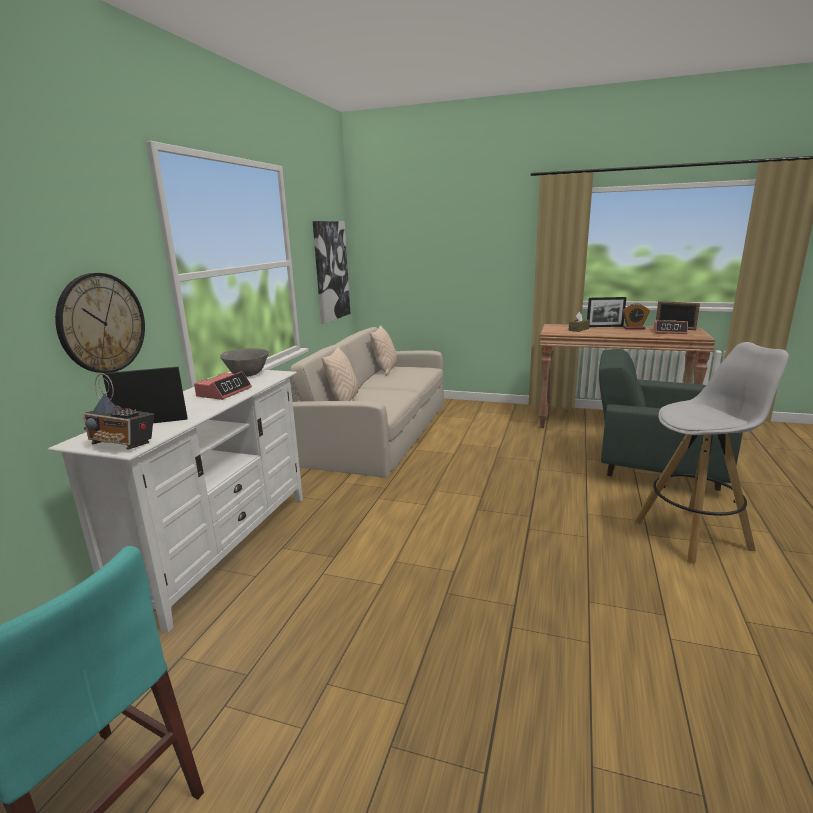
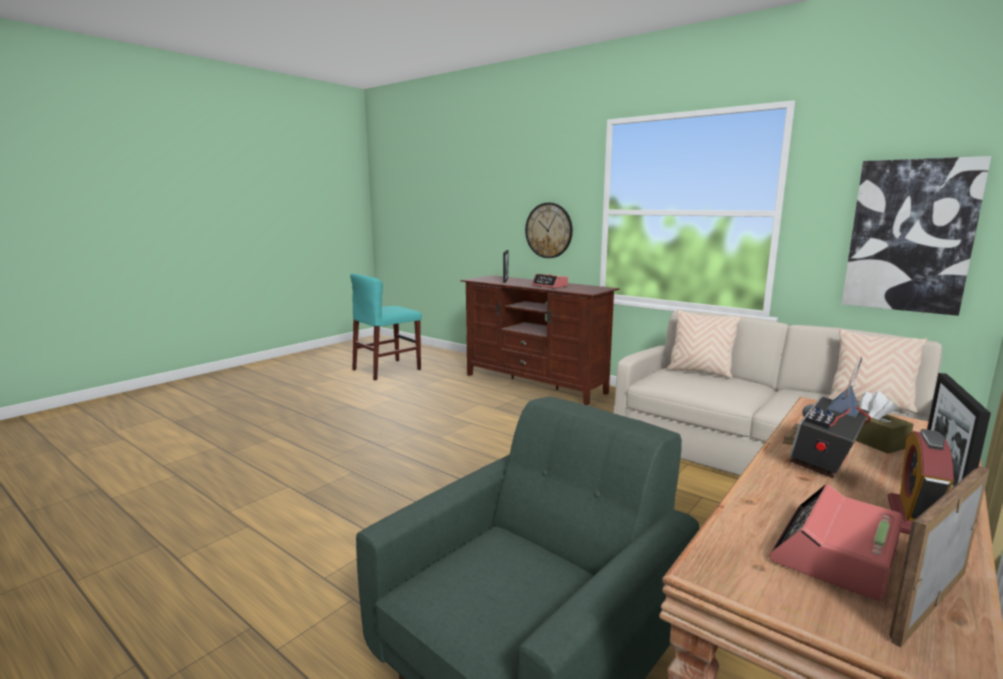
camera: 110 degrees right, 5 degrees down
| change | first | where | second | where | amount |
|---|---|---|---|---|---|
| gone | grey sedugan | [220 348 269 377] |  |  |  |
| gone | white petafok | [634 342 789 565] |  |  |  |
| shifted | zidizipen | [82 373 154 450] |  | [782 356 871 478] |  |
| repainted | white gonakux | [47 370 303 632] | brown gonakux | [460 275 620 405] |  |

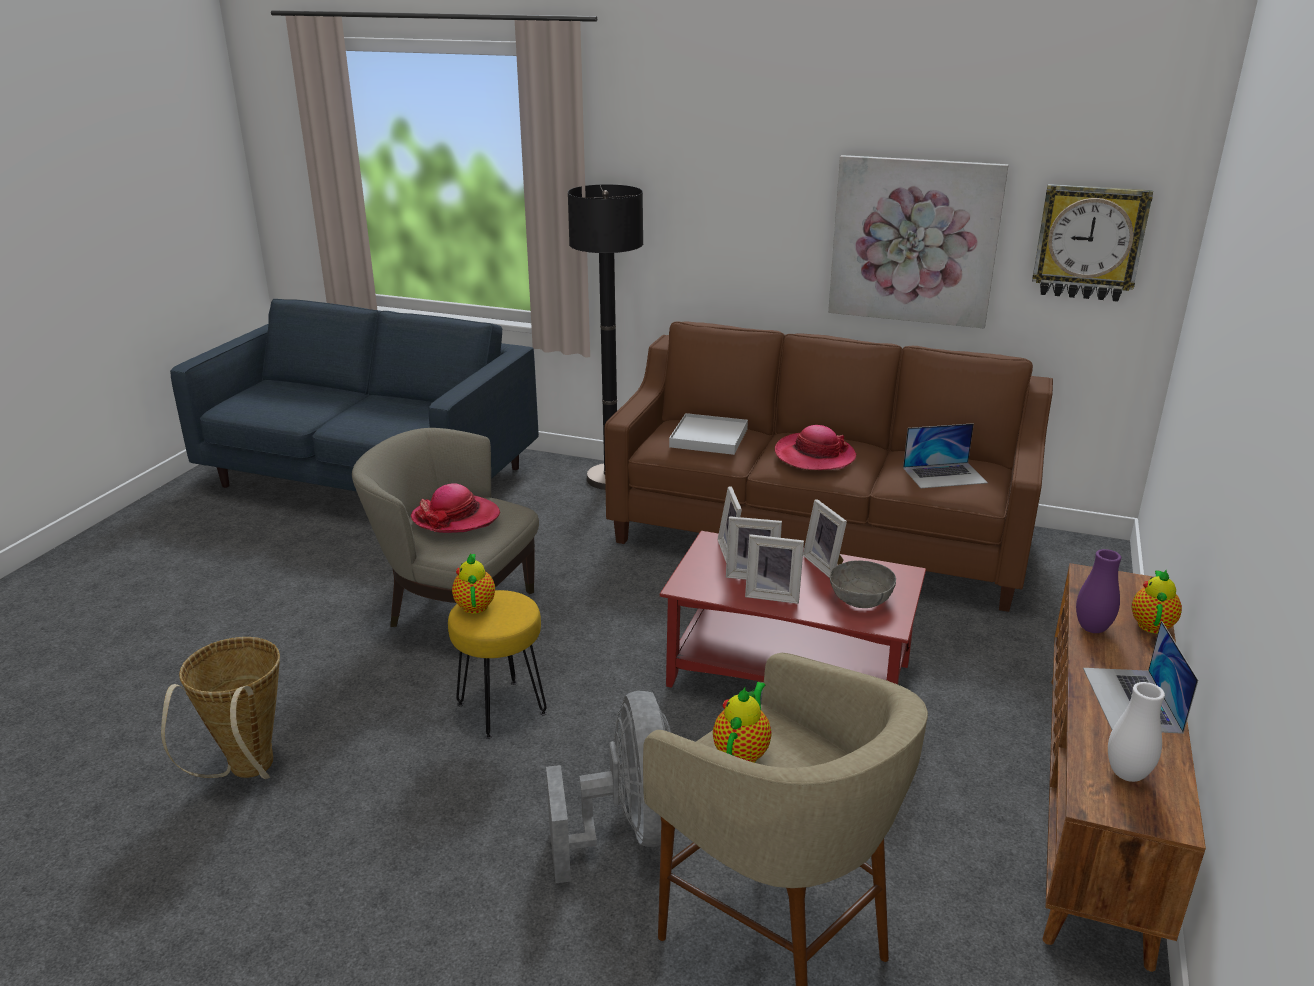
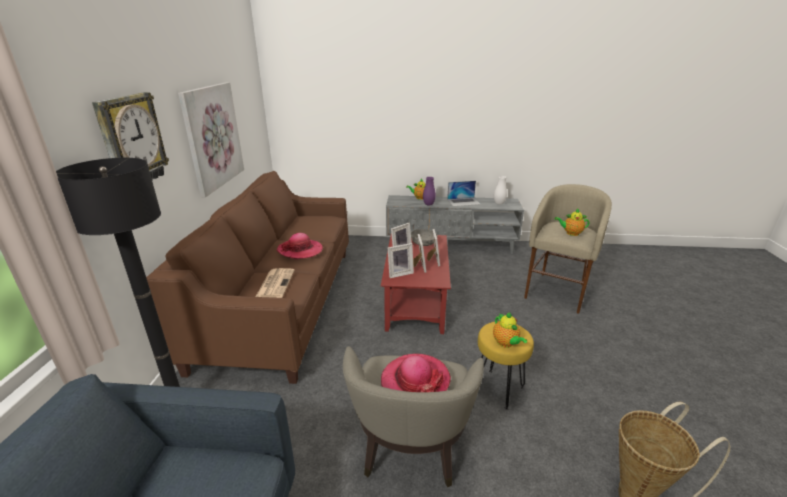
camera: 105 degrees left, 0 degrees up
| change | first | where | second | where | amount |
|---|---|---|---|---|---|
| gone | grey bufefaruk | [546 691 671 883] |  |  |  |
| gone | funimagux | [903 423 988 488] |  |  |  |
| shifted | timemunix | [1032 184 1153 302] |  | [92 92 169 179] |  |
| swapped | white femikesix | [669 413 748 455] | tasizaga | [256 268 294 298] |  |
| repainted | brown gonakux | [1043 563 1206 972] | grey gonakux | [386 195 524 254] |  |
| rotated | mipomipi | [452 554 495 614] |  | [493 313 527 348] | 90 degrees counterclockwise |

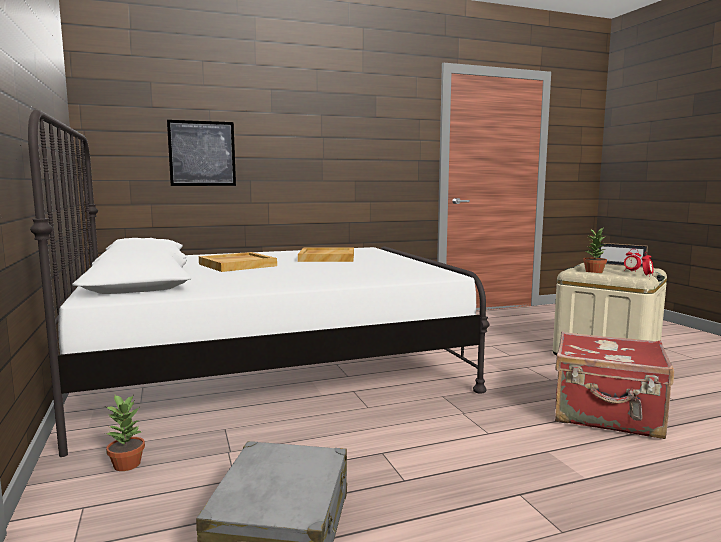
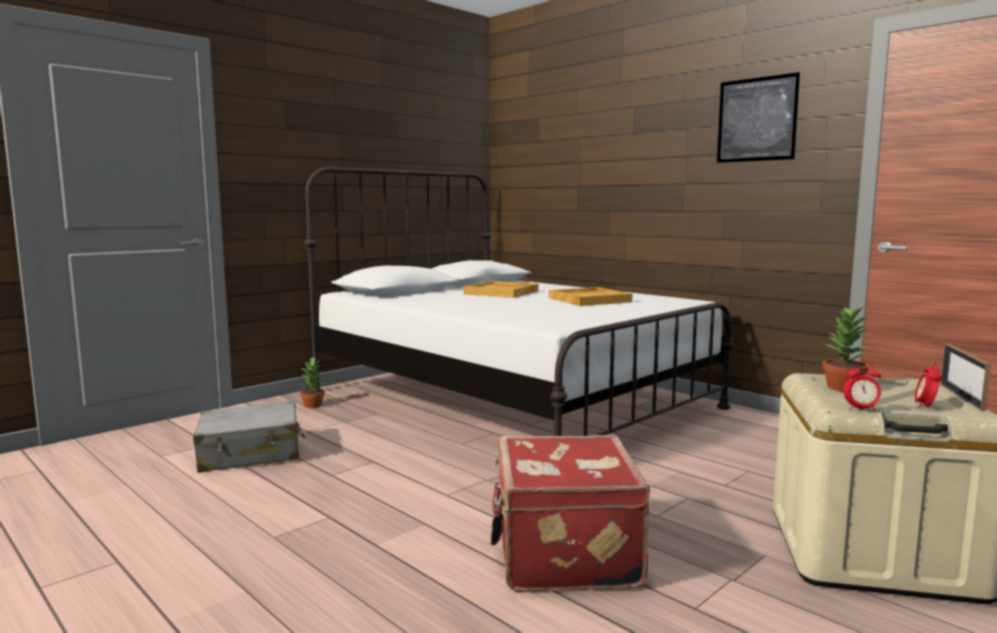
camera: 65 degrees right, 0 degrees up
| change | first | where | second | where | amount |
|---|---|---|---|---|---|
| shifted | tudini | [167 120 236 186] |  | [717 72 801 163] |  |

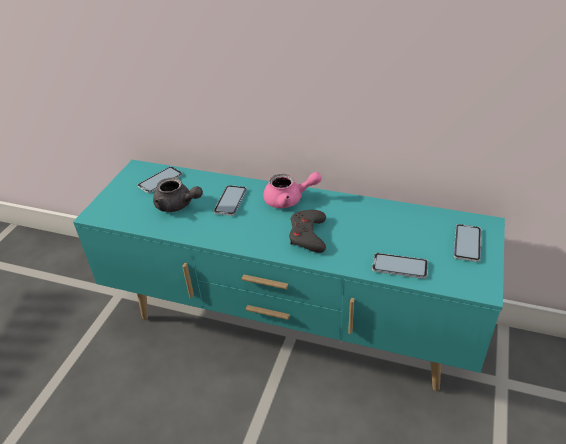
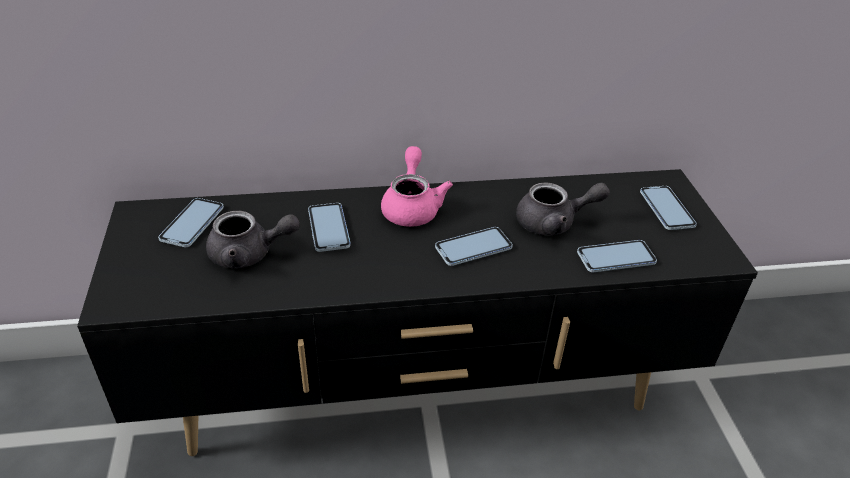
camera: 30 degrees left, 0 degrees up
| change | first | where | second | where | amount |
|---|---|---|---|---|---|
| new |  |  | grey mipomipi | [516 182 610 235] |  |
| swapped | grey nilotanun | [289 210 326 253] | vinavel | [435 227 513 266] |  |
| repainted | turquoise gonakux | [73 160 505 391] | black gonakux | [77 169 758 456] |  |
| rotated | pink mipomipi | [263 172 322 208] |  | [381 146 453 227] | 60 degrees counterclockwise |

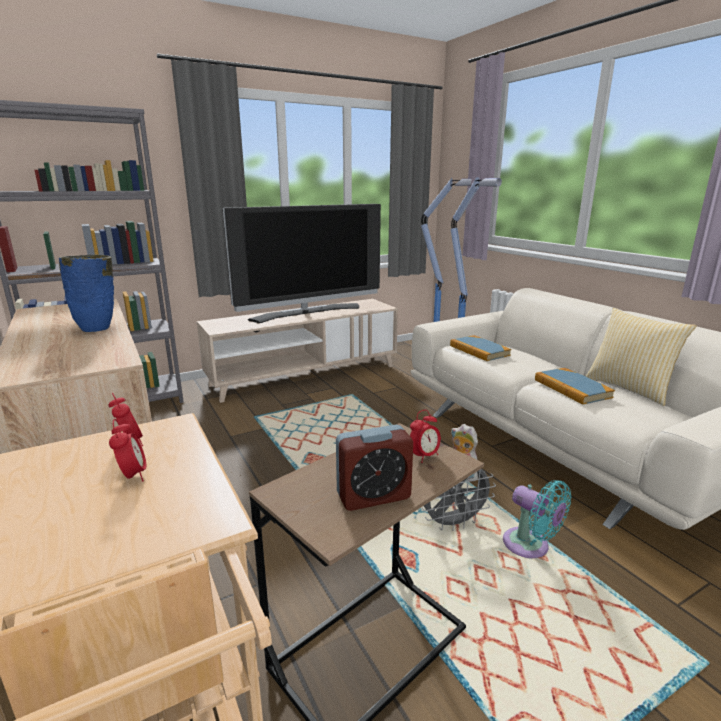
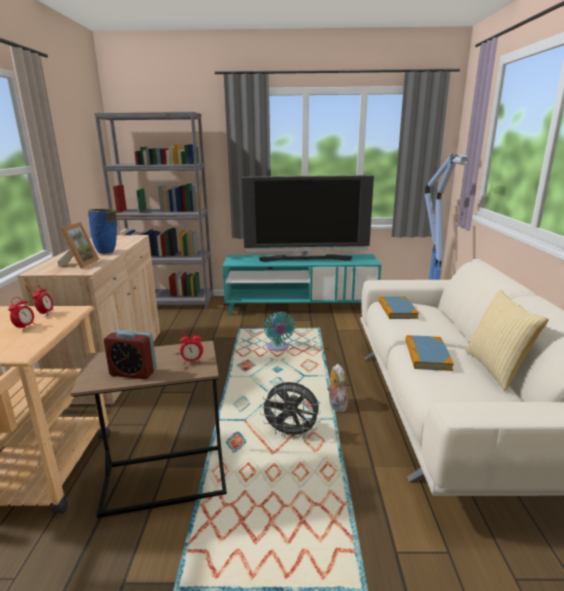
camera: 30 degrees right, 0 degrees up
| change | first | where | second | where | amount |
|---|---|---|---|---|---|
| new |  |  | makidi | [58 222 100 268] |  |
| shifted | turquoise bufefaruk | [503 480 571 558] |  | [264 312 295 351] |  |
| repainted | beige gonakux | [197 299 398 403] | turquoise gonakux | [222 254 381 315] |  |

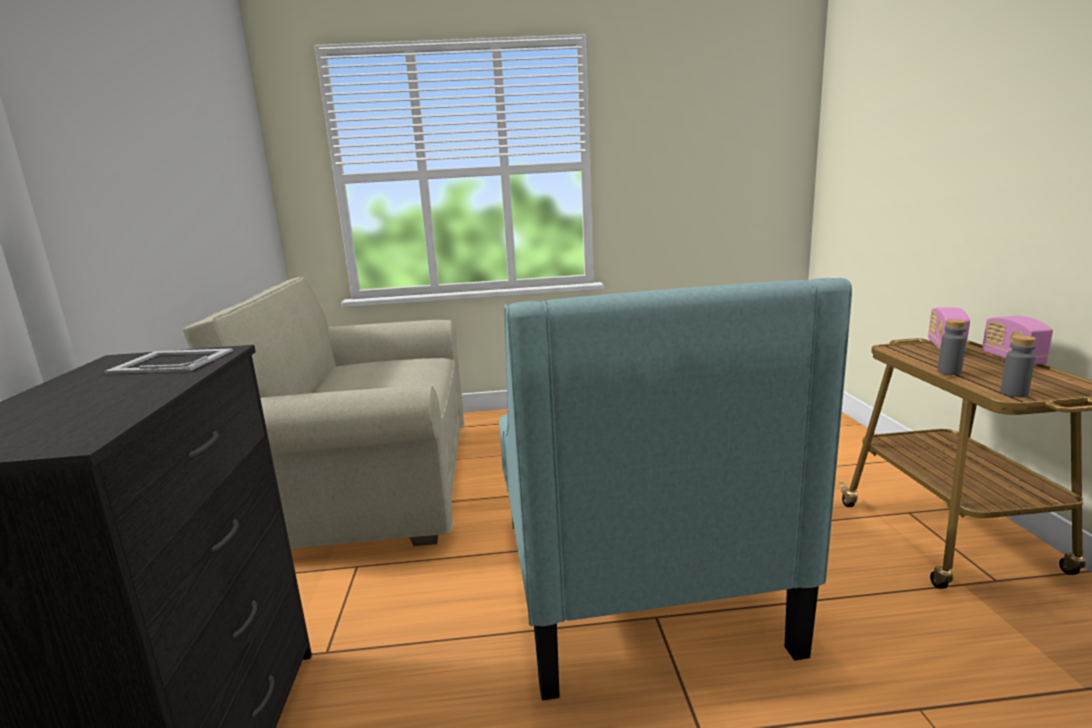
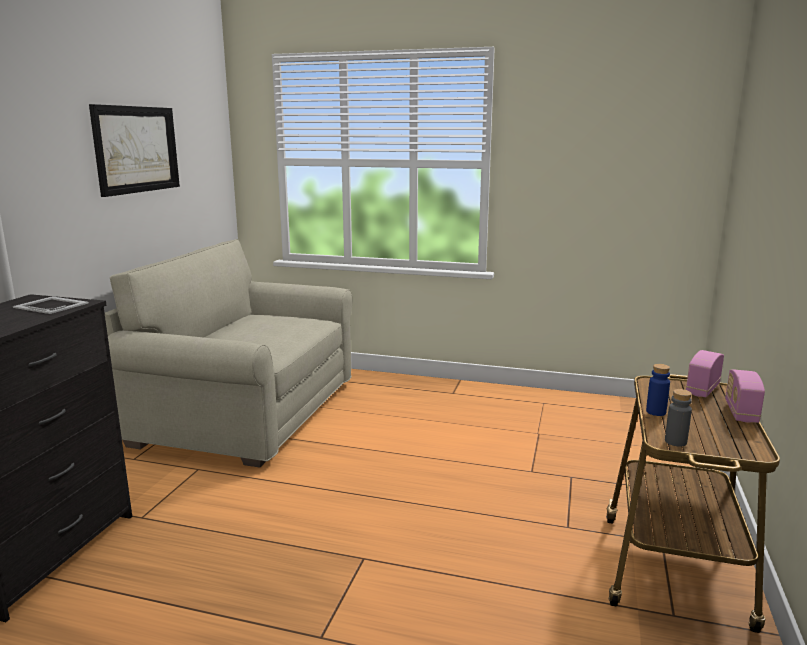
camera: 20 degrees right, 0 degrees up
| change | first | where | second | where | amount |
|---|---|---|---|---|---|
| gone | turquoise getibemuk | [499 278 852 701] |  |  |  |
| new |  |  | tudini | [89 104 180 197] |  |
| repainted | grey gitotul | [937 319 967 375] | blue gitotul | [646 364 670 416] |  |

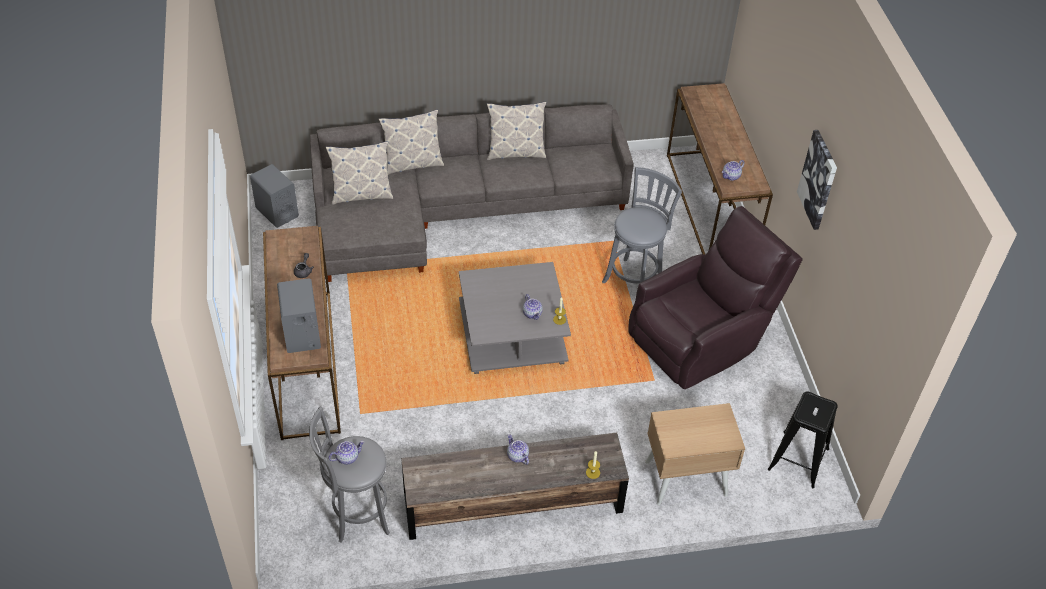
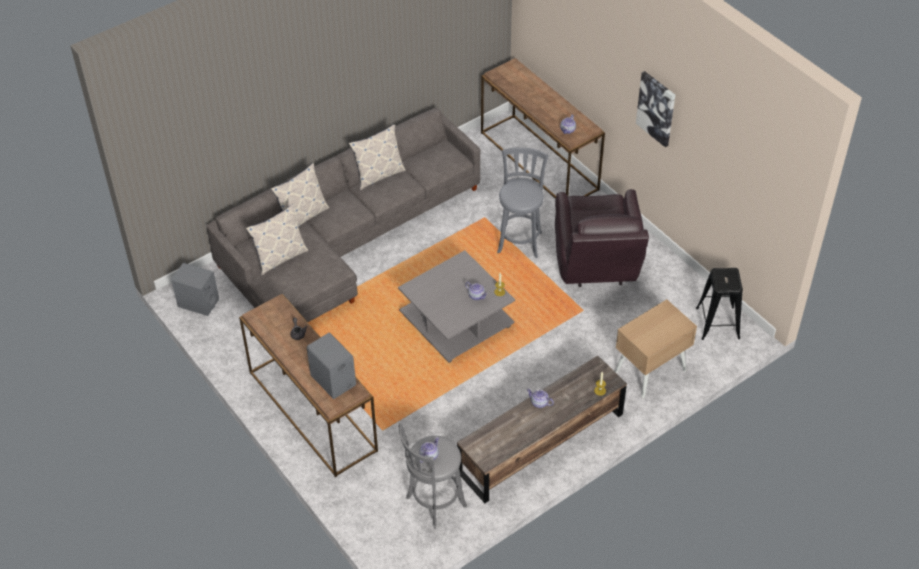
camera: 25 degrees left, 0 degrees up
| change | first | where | second | where | amount |
|---|---|---|---|---|---|
| rotated | brown getibemuk | [628 206 802 389] |  | [555 189 649 287] | 150 degrees clockwise |

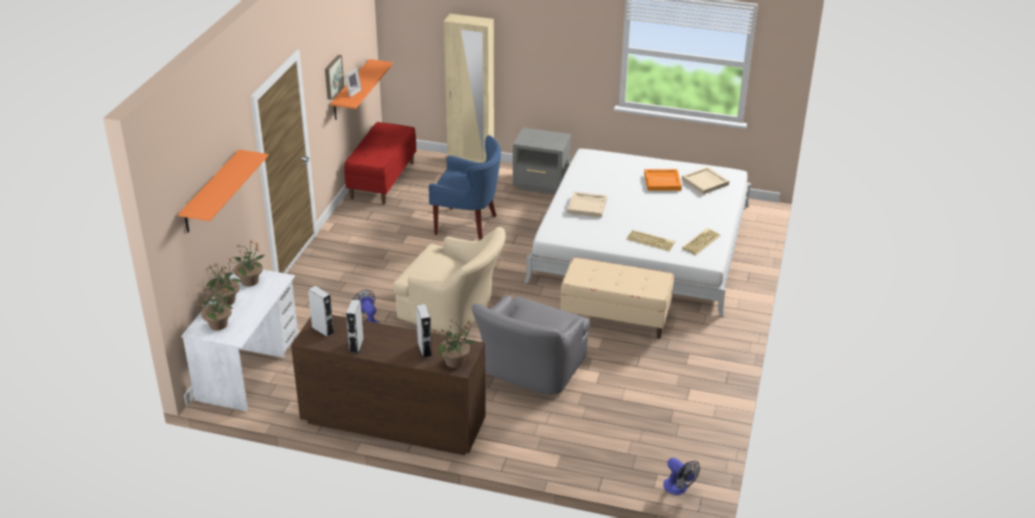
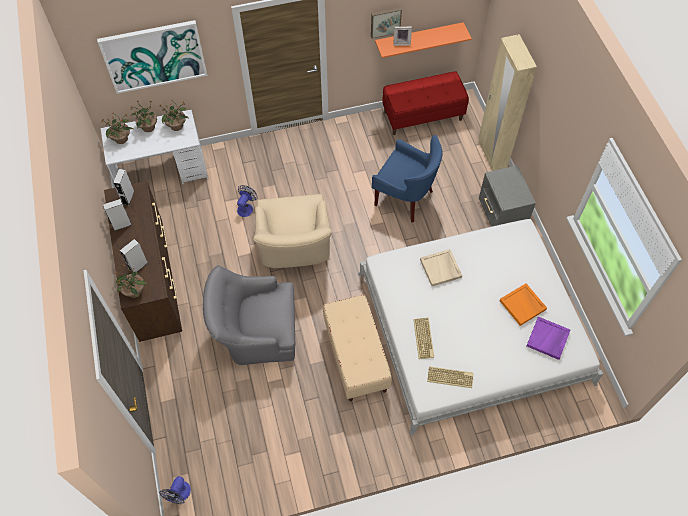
camera: 60 degrees right, 25 degrees up
| change | first | where | second | where | amount |
|---|---|---|---|---|---|
| swapped | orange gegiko | [178 149 268 233] | tudini | [97 20 207 94] |  |
| repainted | beige femikesix | [682 167 729 195] | purple femikesix | [527 317 570 360] |  |
| rotated | blue getibemuk | [429 135 501 240] |  | [372 135 443 223] | 45 degrees counterclockwise |

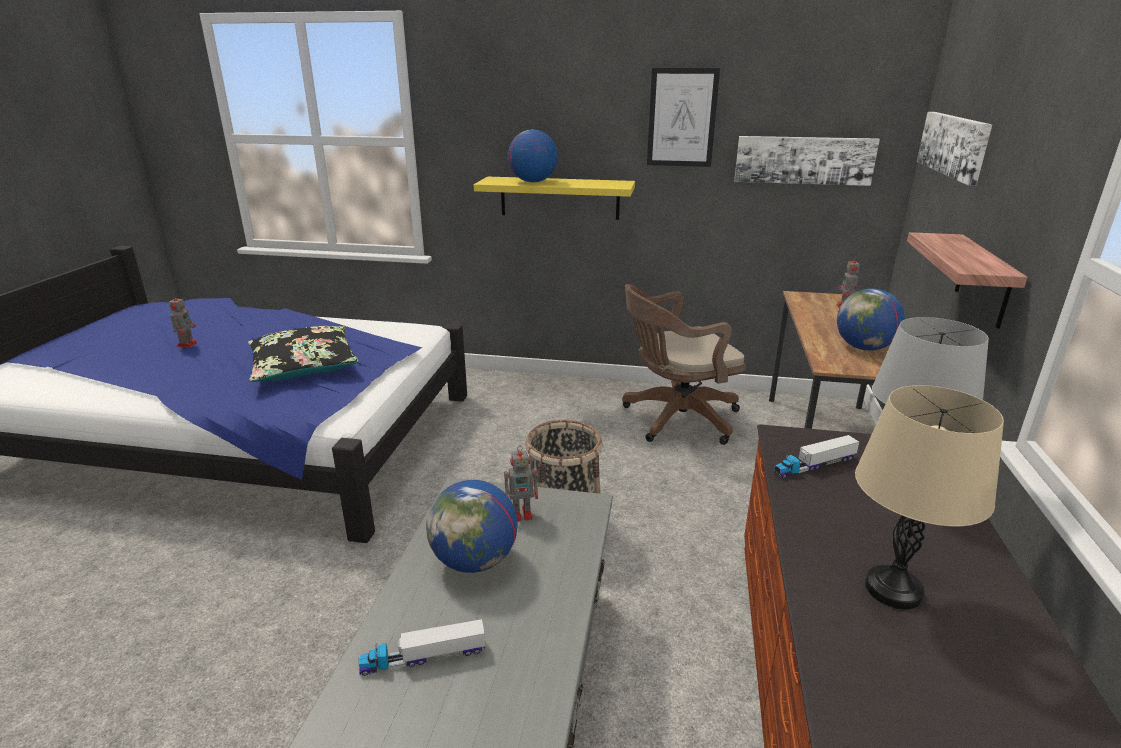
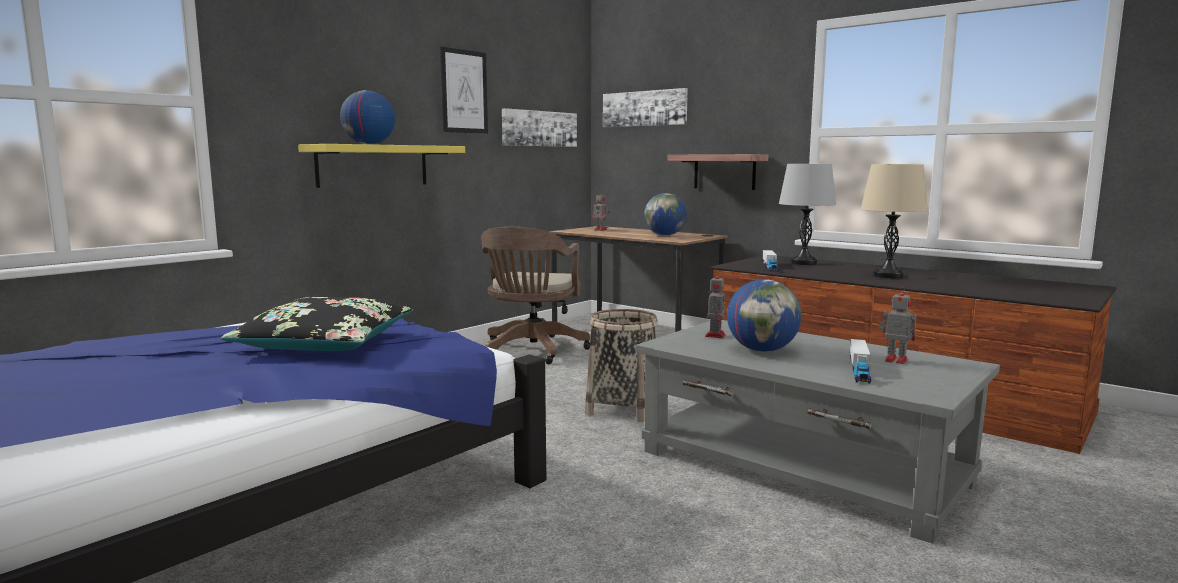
camera: 60 degrees left, 15 degrees down
| change | first | where | second | where | amount |
|---|---|---|---|---|---|
| shifted | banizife | [169 295 198 347] |  | [879 286 917 364] |  |

